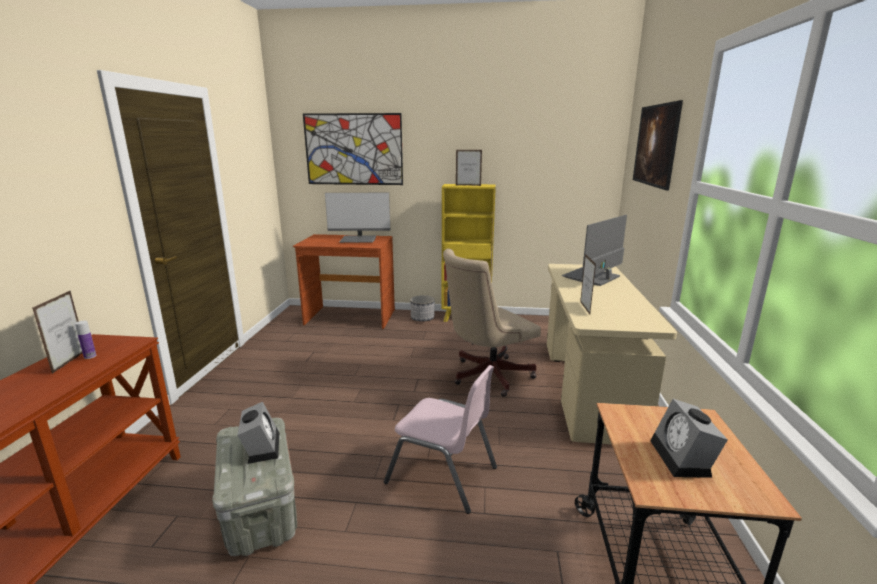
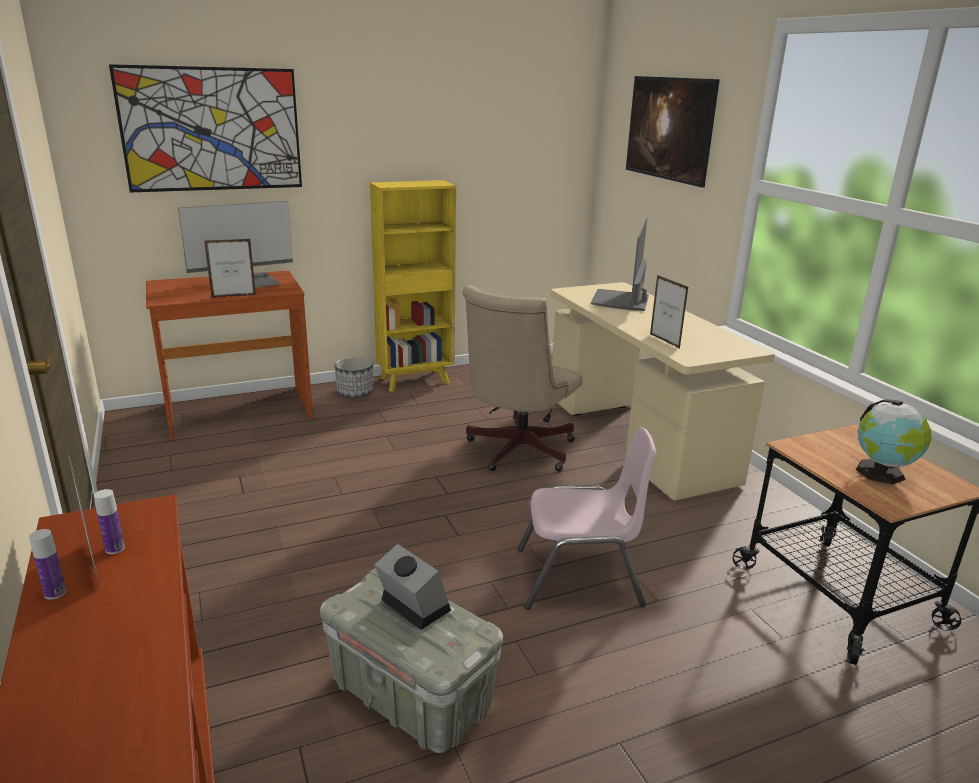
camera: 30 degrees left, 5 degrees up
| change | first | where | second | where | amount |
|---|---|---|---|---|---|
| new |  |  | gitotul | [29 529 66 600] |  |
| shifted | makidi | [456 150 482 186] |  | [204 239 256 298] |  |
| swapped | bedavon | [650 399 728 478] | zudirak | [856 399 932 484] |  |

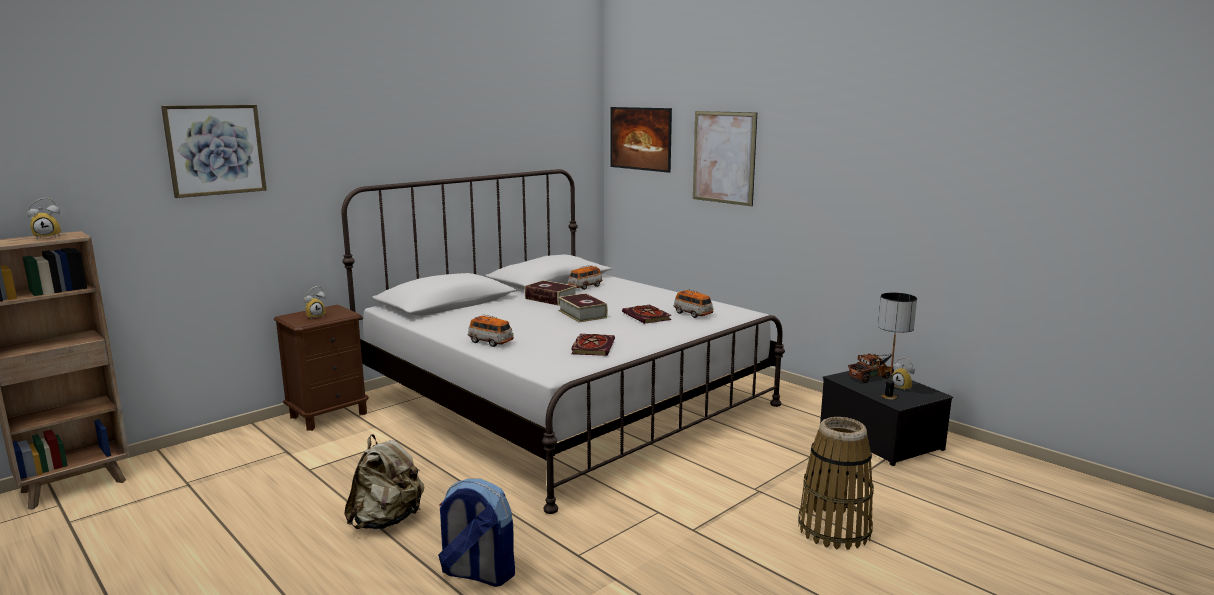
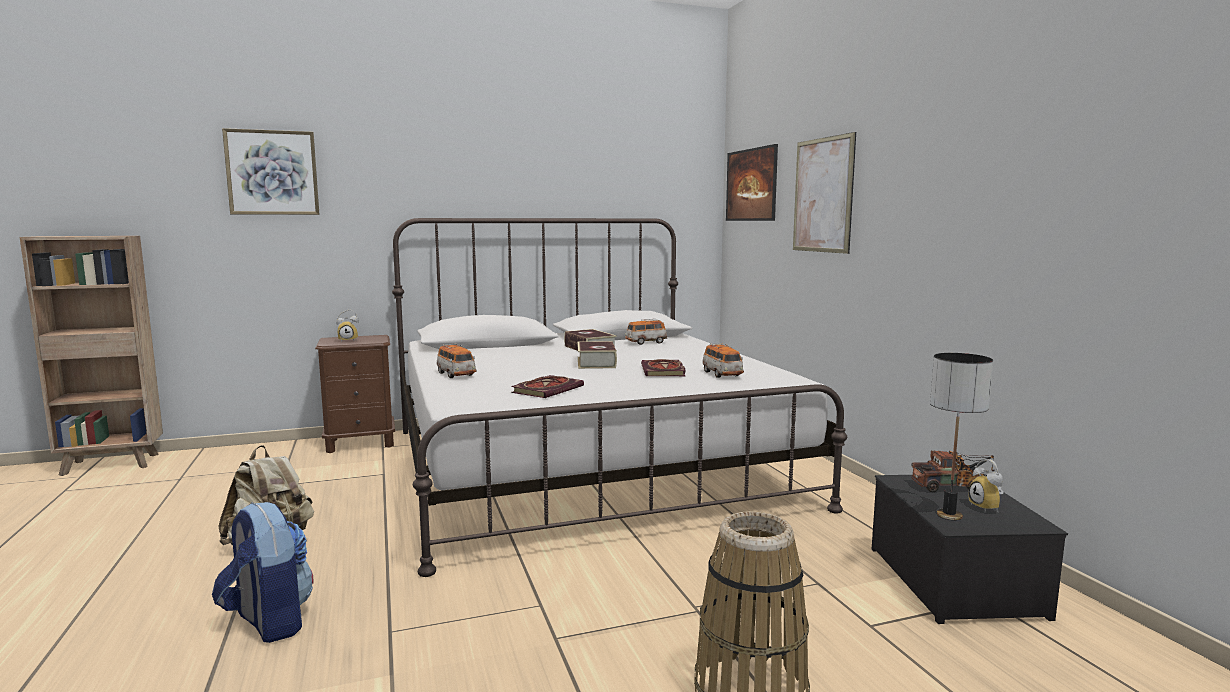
camera: 25 degrees right, 5 degrees down
| change | first | where | second | where | amount |
|---|---|---|---|---|---|
| gone | bedavon | [27 198 61 239] |  |  |  |

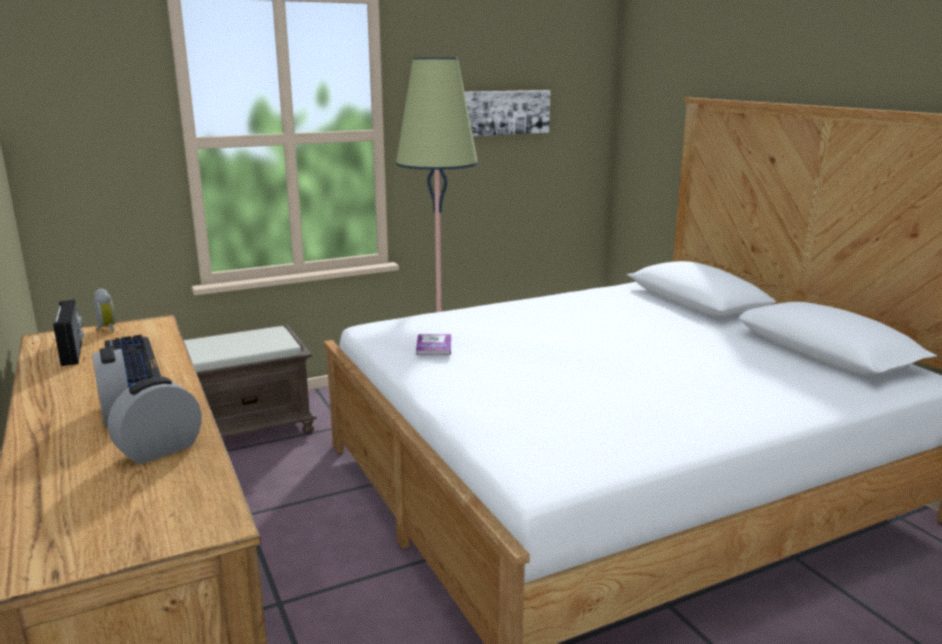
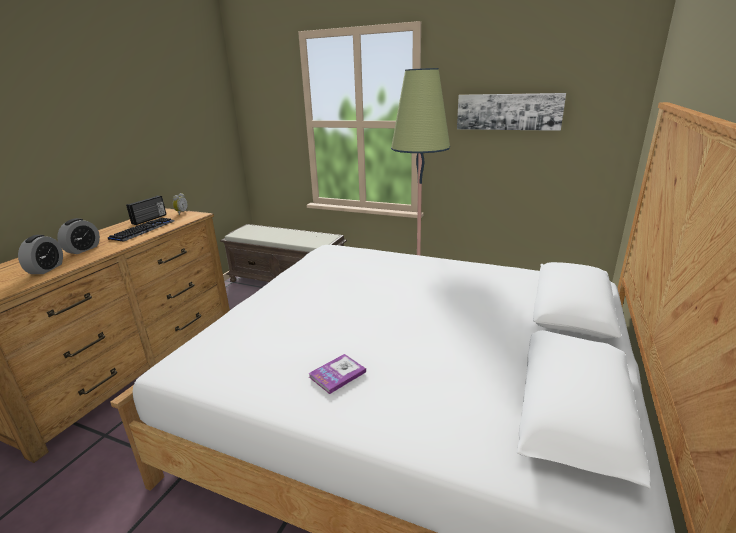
camera: 50 degrees right, 5 degrees up
| change | first | where | second | where | amount |
|---|---|---|---|---|---|
| shifted | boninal | [416 334 451 355] |  | [308 354 366 394] |  |
| rotated | bedavon | [108 377 202 464] |  | [18 235 63 274] | 90 degrees clockwise |

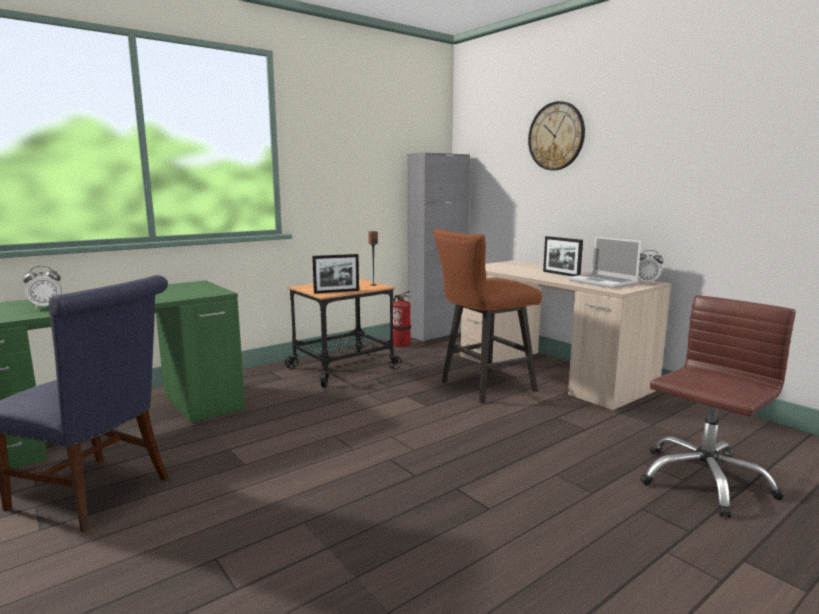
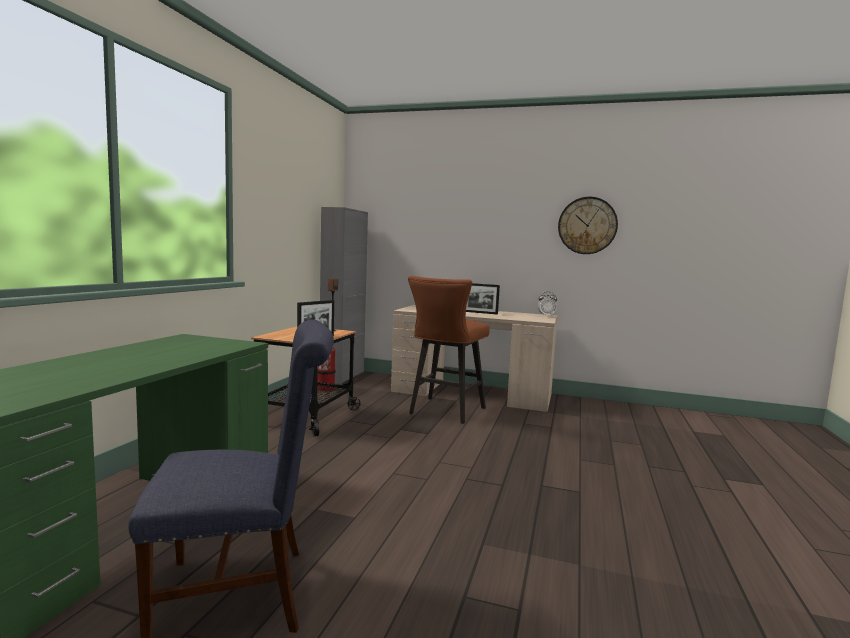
camera: 35 degrees left, 5 degrees down
| change | first | where | second | where | amount |
|---|---|---|---|---|---|
| gone | bedavon | [23 266 62 309] |  |  |  |
| gone | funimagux | [568 236 641 288] |  |  |  |
| gone | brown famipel | [640 295 796 518] |  |  |  |
| shifted | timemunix | [528 101 585 170] |  | [558 197 618 254] |  |

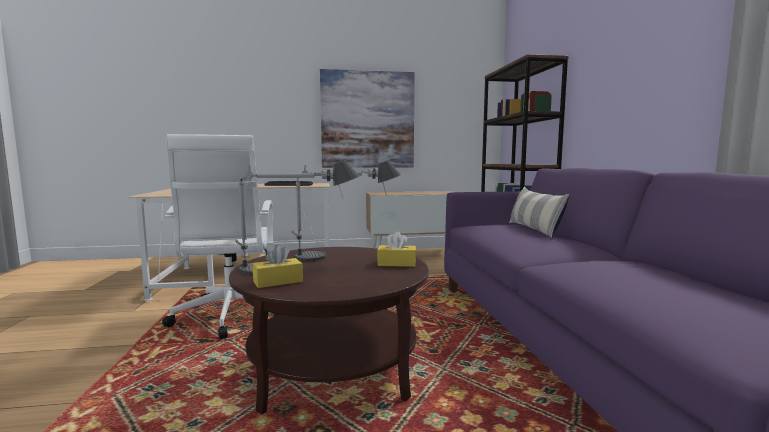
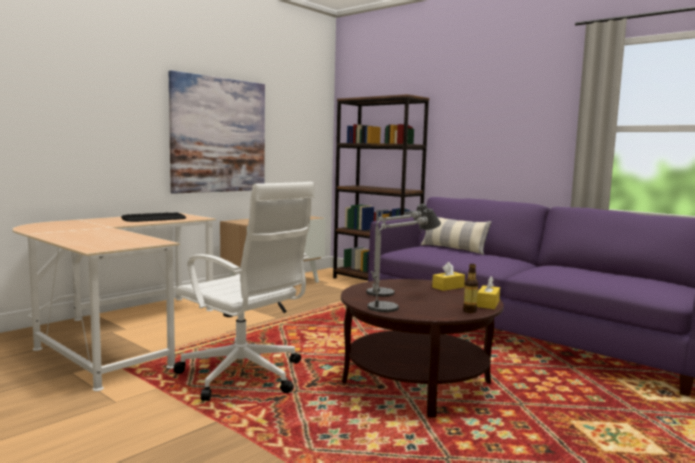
camera: 40 degrees left, 0 degrees up
| change | first | where | second | where | amount |
|---|---|---|---|---|---|
| new |  |  | gitotul | [463 264 478 313] |  |
| shifted | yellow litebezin | [252 245 303 288] |  | [477 276 500 309] |  |

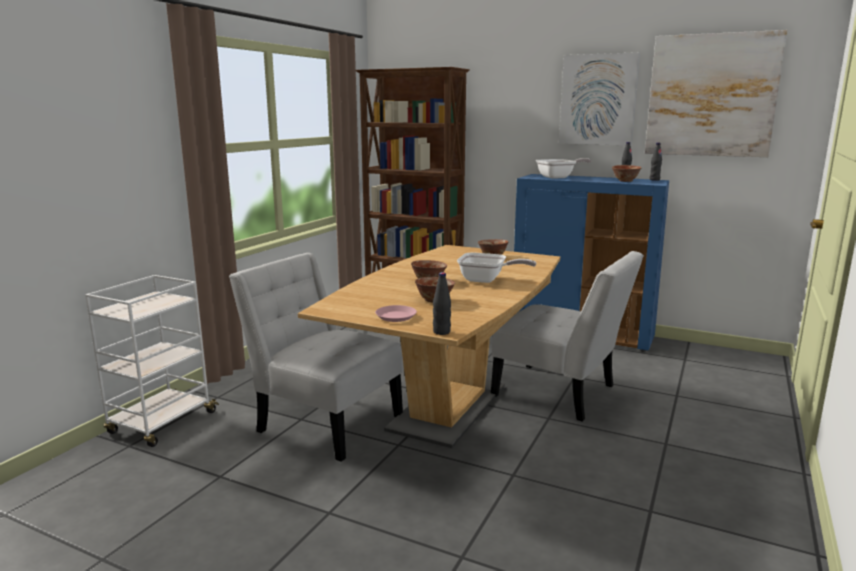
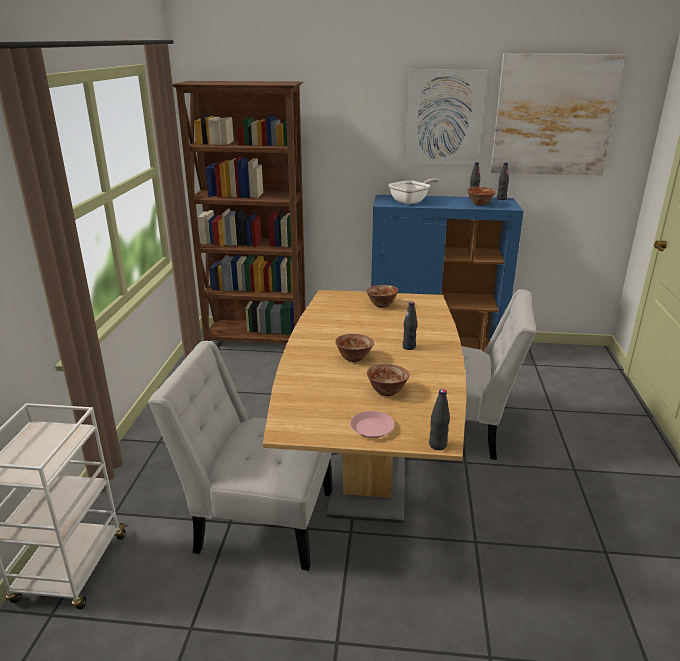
camera: 20 degrees left, 10 degrees up
| change | first | where | second | where | amount |
|---|---|---|---|---|---|
| swapped | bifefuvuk | [457 253 537 283] | black gitotul | [402 302 417 350] |  |

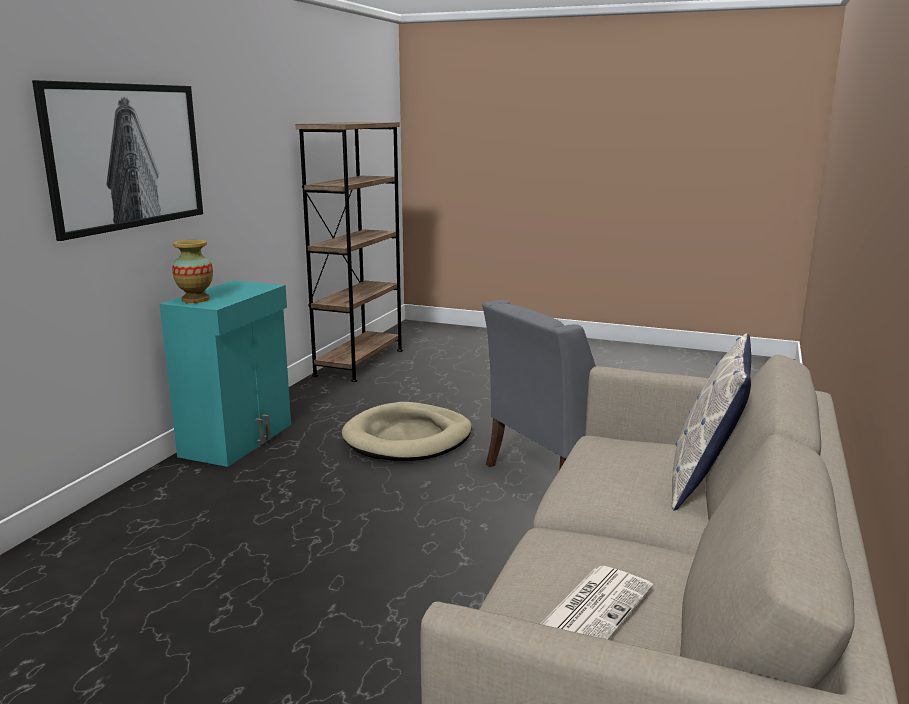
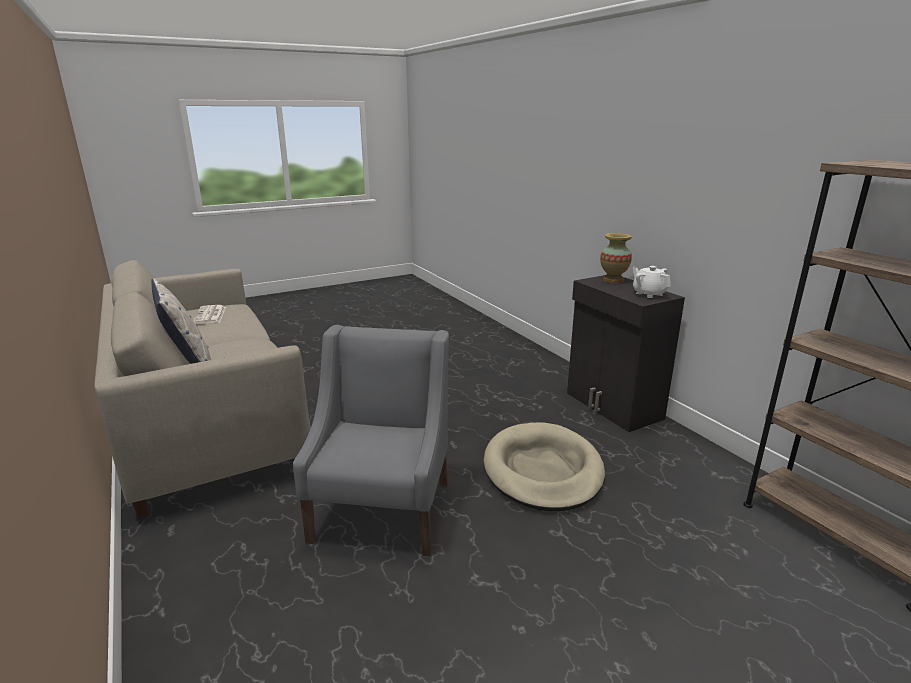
camera: 130 degrees right, 5 degrees up
| change | first | where | second | where | amount |
|---|---|---|---|---|---|
| gone | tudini | [32 80 203 241] |  |  |  |
| new |  |  | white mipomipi | [633 266 671 298] |  |
| repainted | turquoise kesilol | [160 280 291 467] | black kesilol | [567 275 685 432] |  |

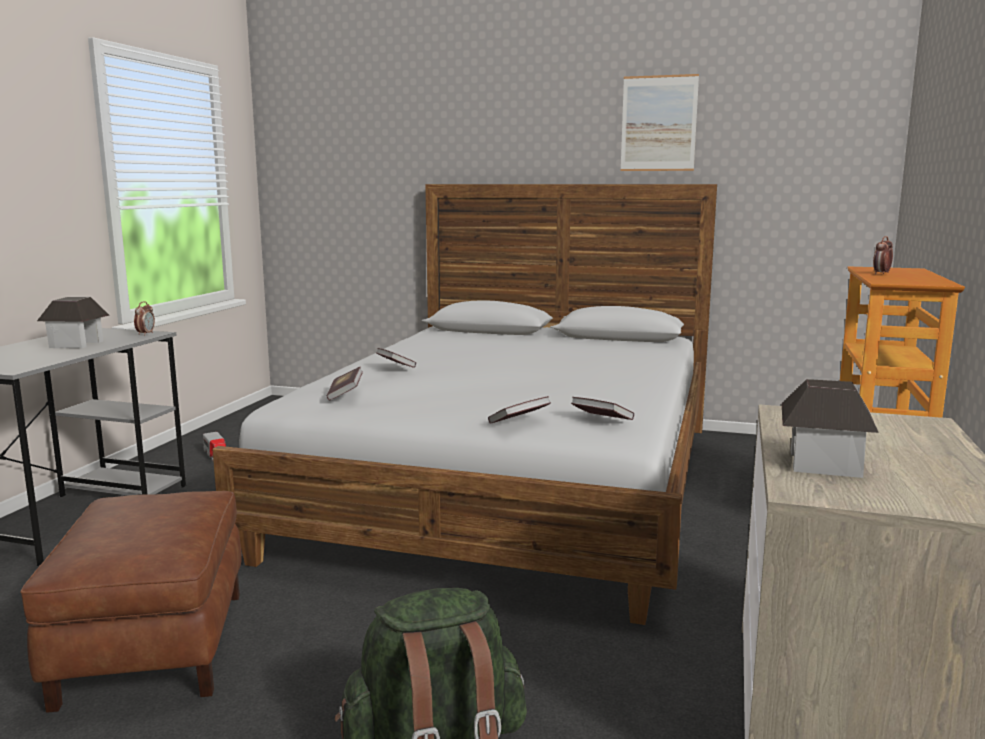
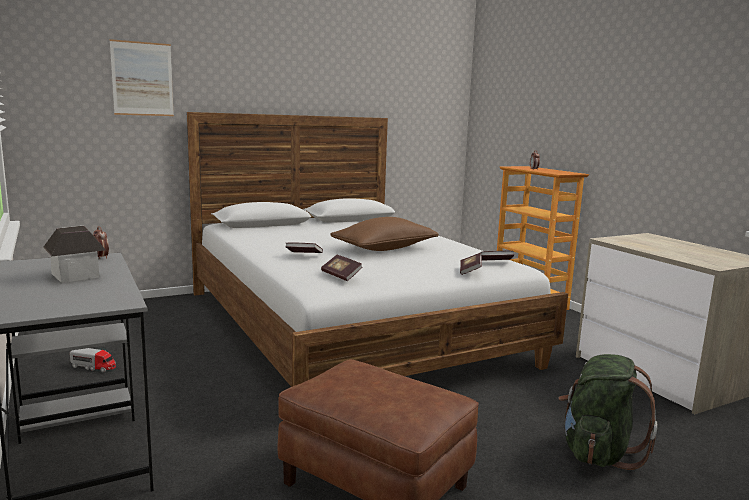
camera: 45 degrees left, 0 degrees up
| change | first | where | second | where | amount |
|---|---|---|---|---|---|
| gone | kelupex | [782 379 879 478] |  |  |  |
| new |  |  | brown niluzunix | [330 217 438 251] |  |
| shifted | tudini | [621 74 699 171] |  | [110 39 174 116] |  |

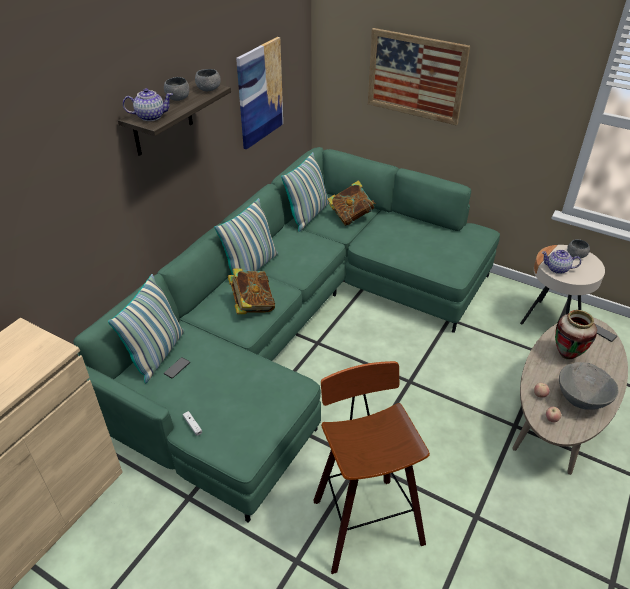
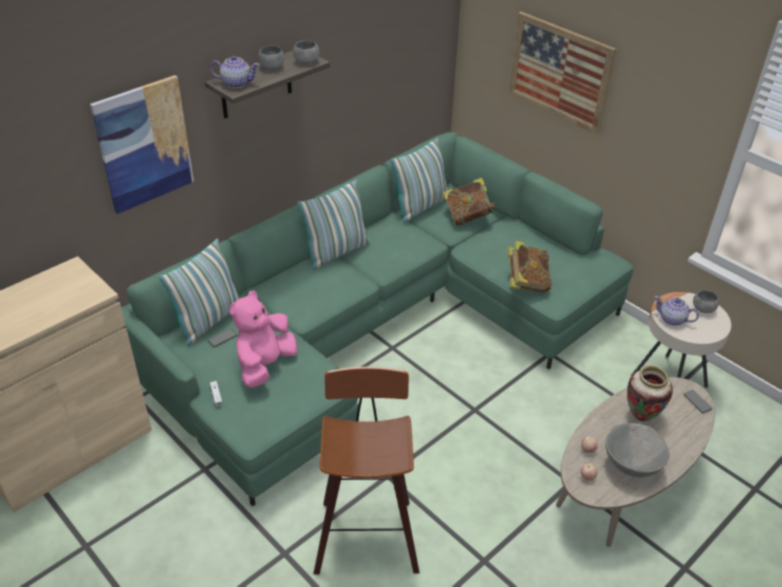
camera: 15 degrees right, 0 degrees up
| change | first | where | second | where | amount |
|---|---|---|---|---|---|
| new |  |  | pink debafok | [229 290 297 388] |  |
| shifted | boninal | [228 268 275 314] |  | [508 241 552 293] |  |
| shifted | tudini | [236 37 283 150] |  | [90 75 194 214] |  |

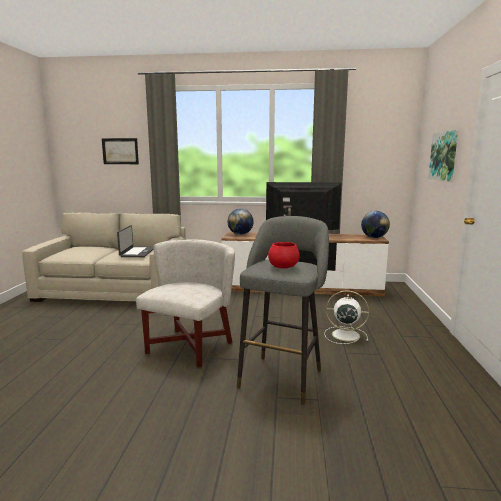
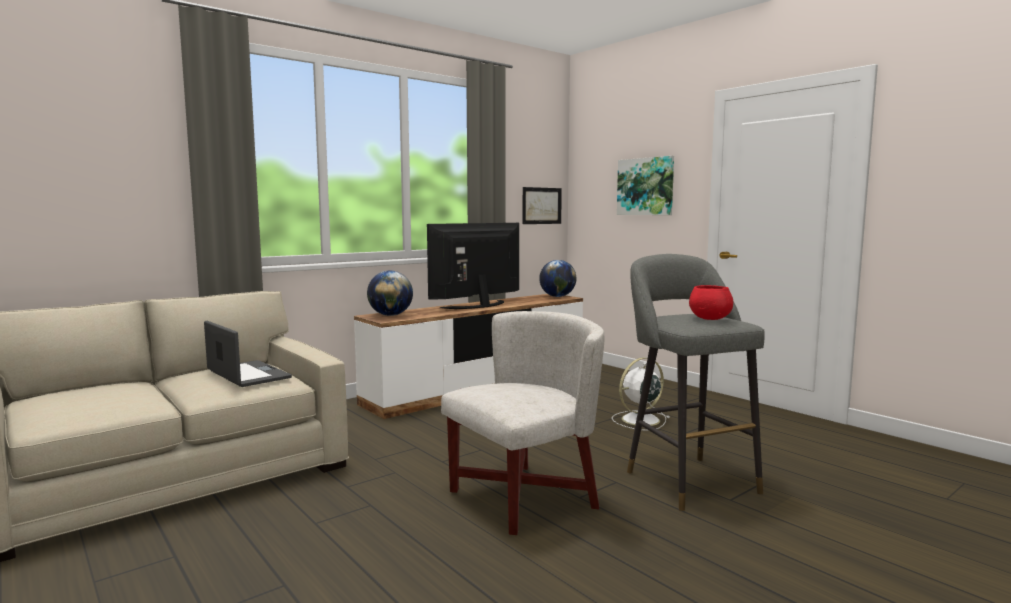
camera: 45 degrees left, 5 degrees down
| change | first | where | second | where | amount |
|---|---|---|---|---|---|
| shifted | tudini | [102 138 139 164] |  | [523 187 562 224] |  |
| rotated | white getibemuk | [136 240 235 367] |  | [441 311 604 535] | 75 degrees clockwise |

